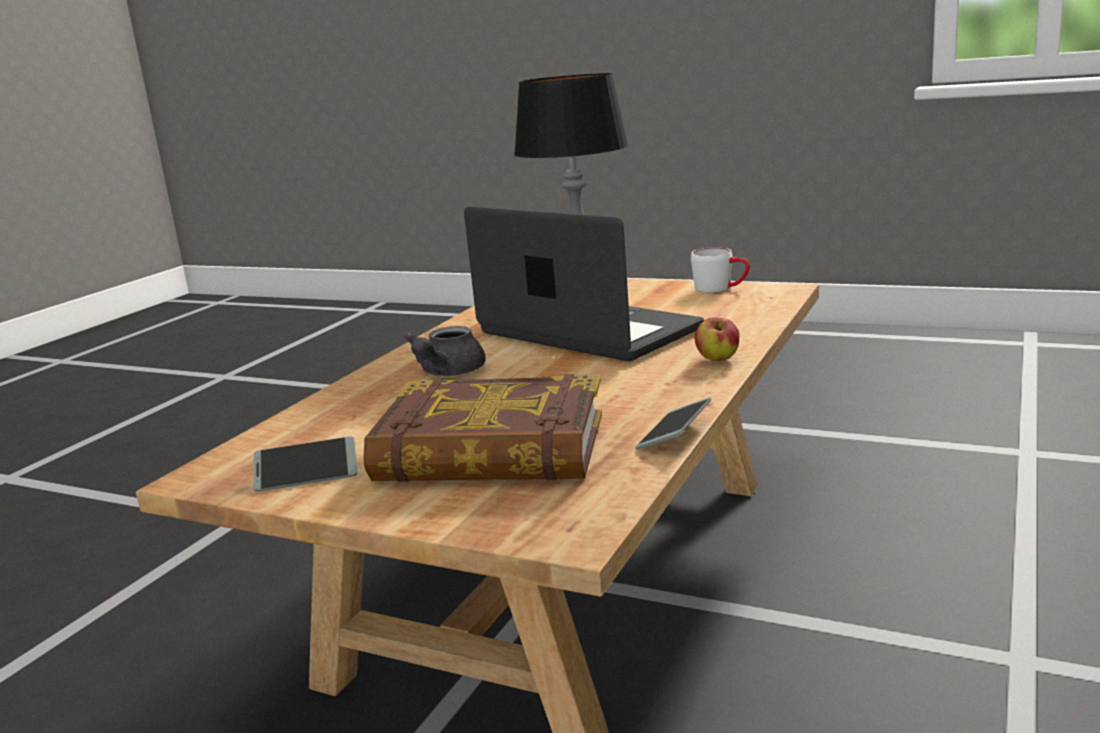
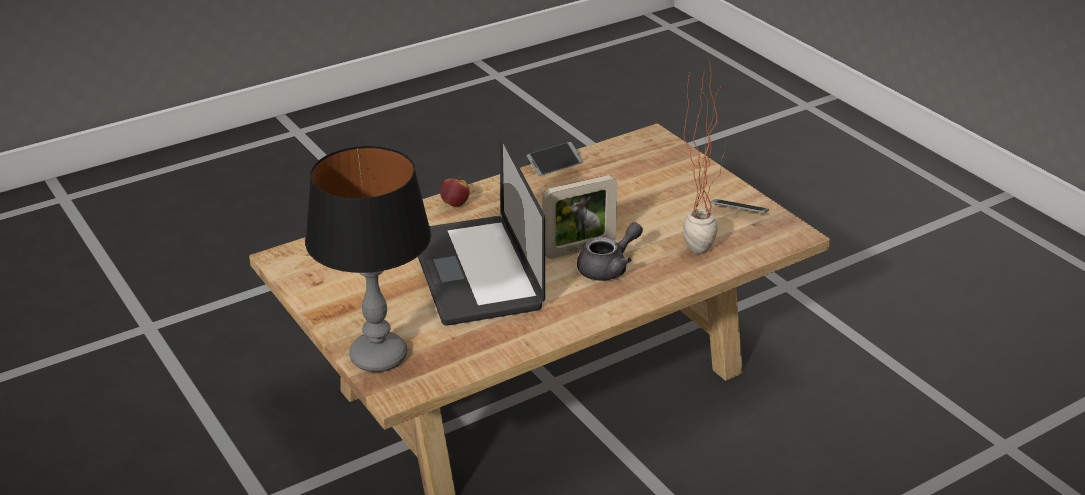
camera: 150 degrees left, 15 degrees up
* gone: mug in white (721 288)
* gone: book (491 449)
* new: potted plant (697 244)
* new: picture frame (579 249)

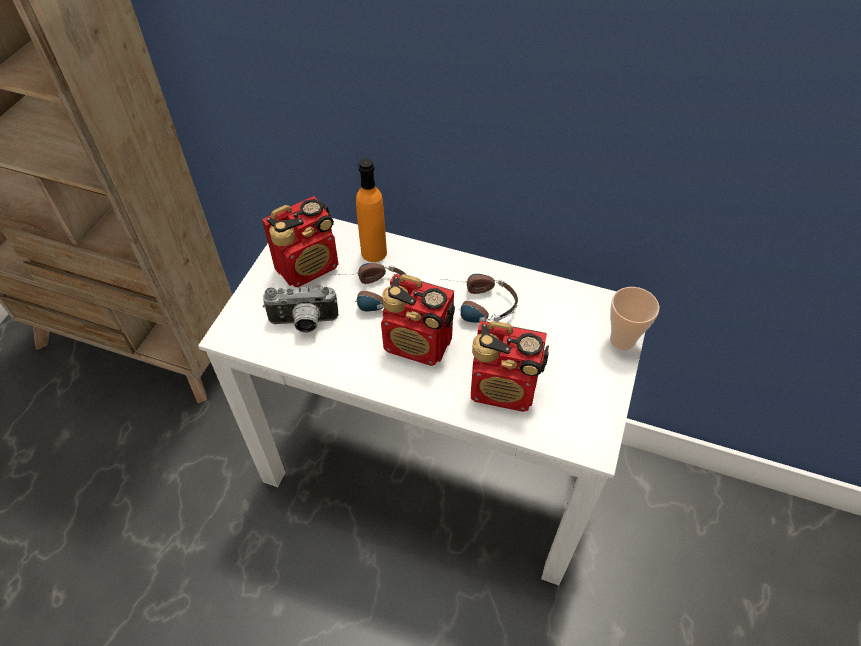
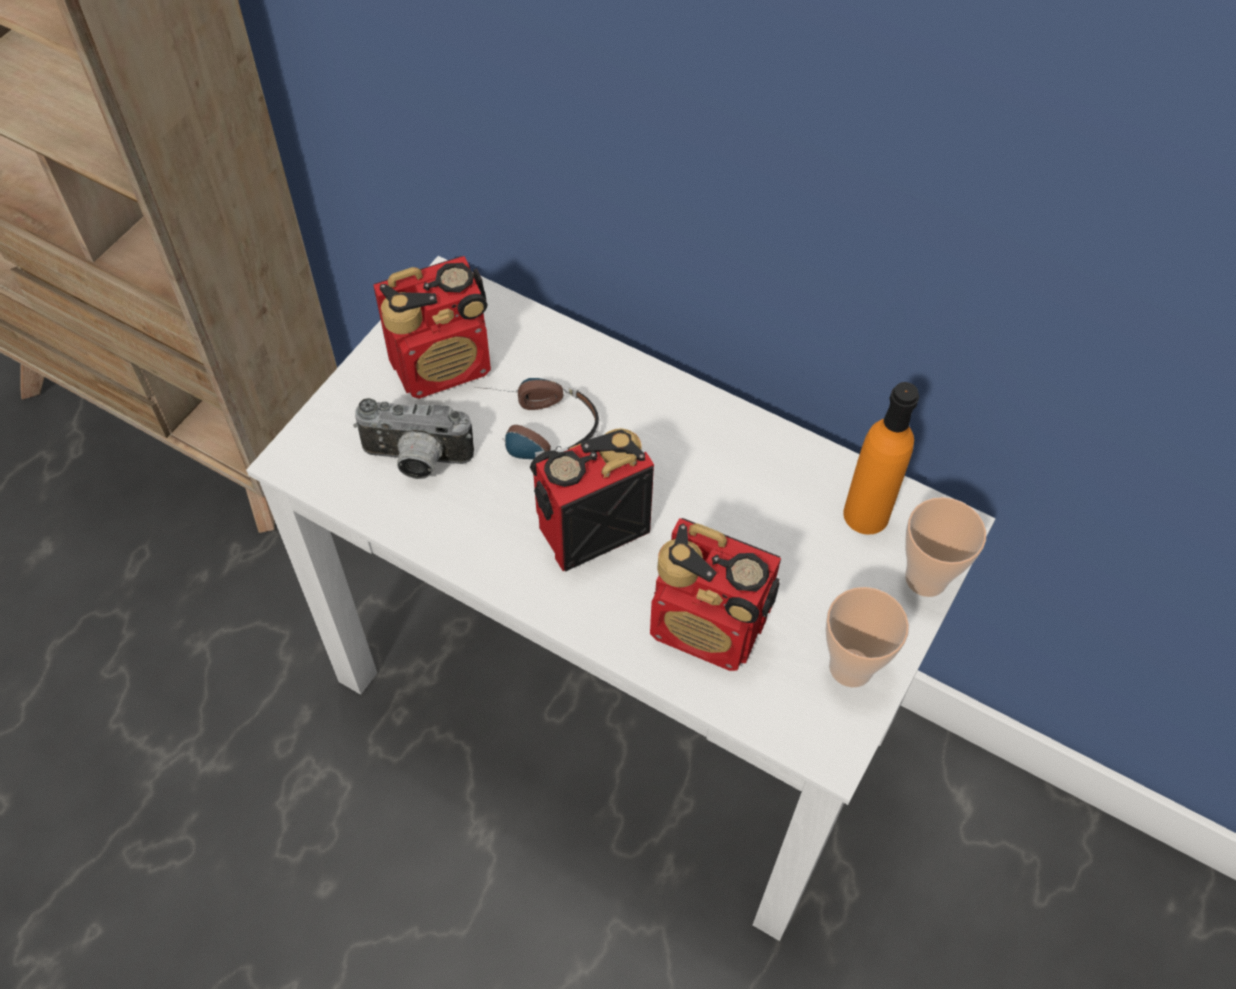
camera: 10 degrees right, 5 degrees up
* shifted: bottle in orange (374 252) to (866 514)
* rotated: radio (418 344) = (590 528) 120 degrees clockwise
* gone: headphones (476 305)
* new: cup (851 667)

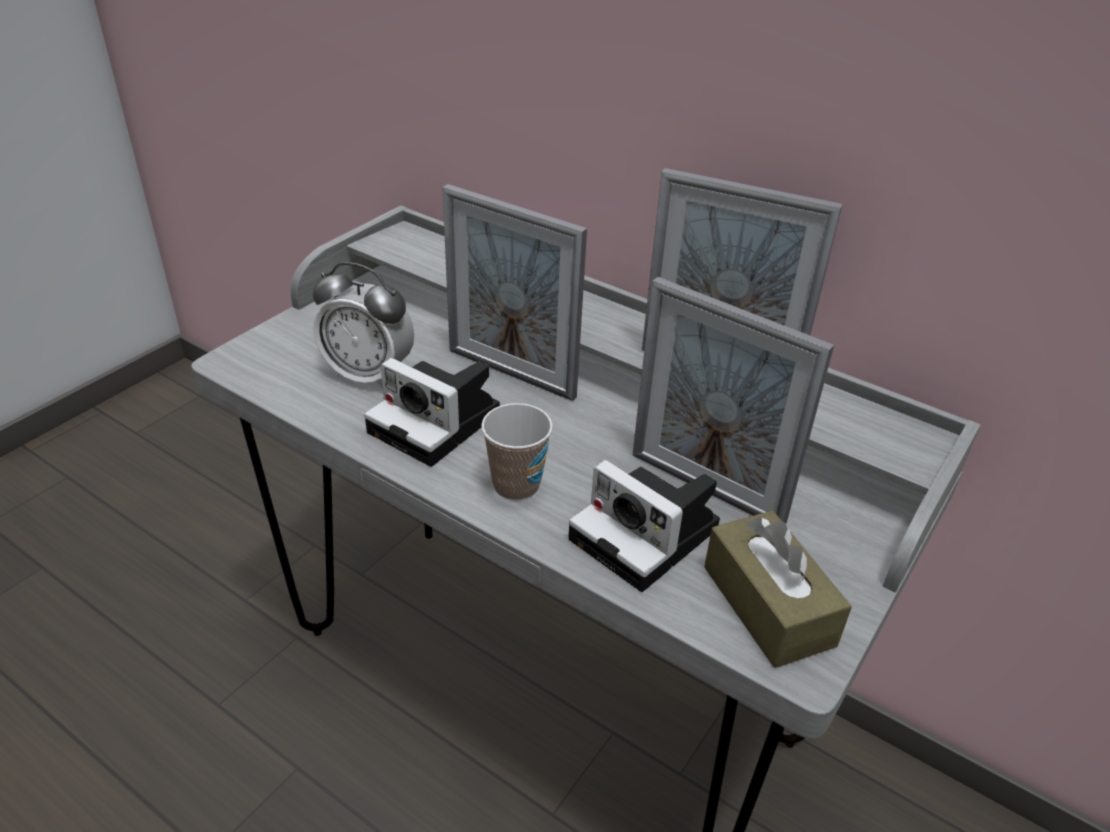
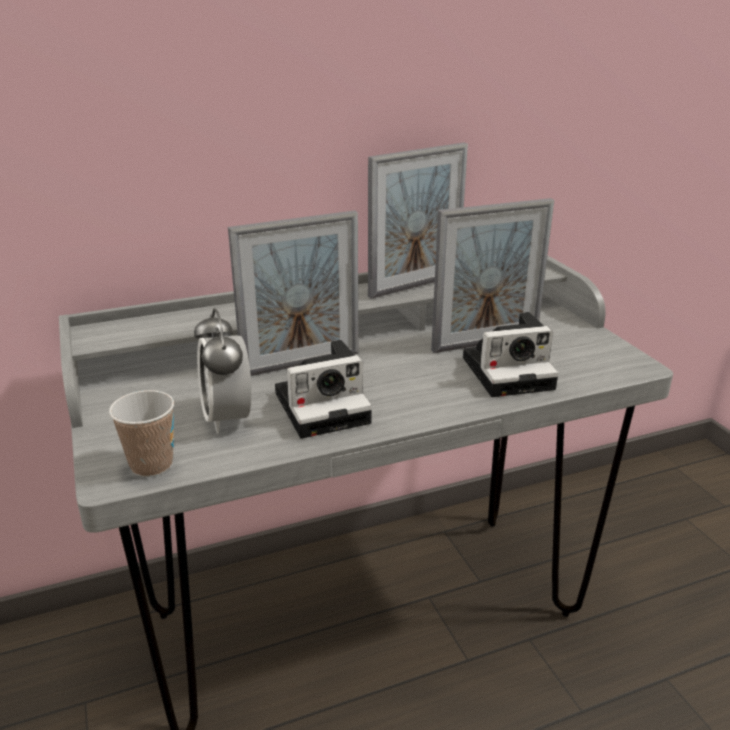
camera: 55 degrees left, 10 degrees down
* rotated: alarm clock (368 375) = (227 418) 105 degrees clockwise
* shifted: cup (516 485) to (152 465)
* gone: tissue box in brown (768 605)

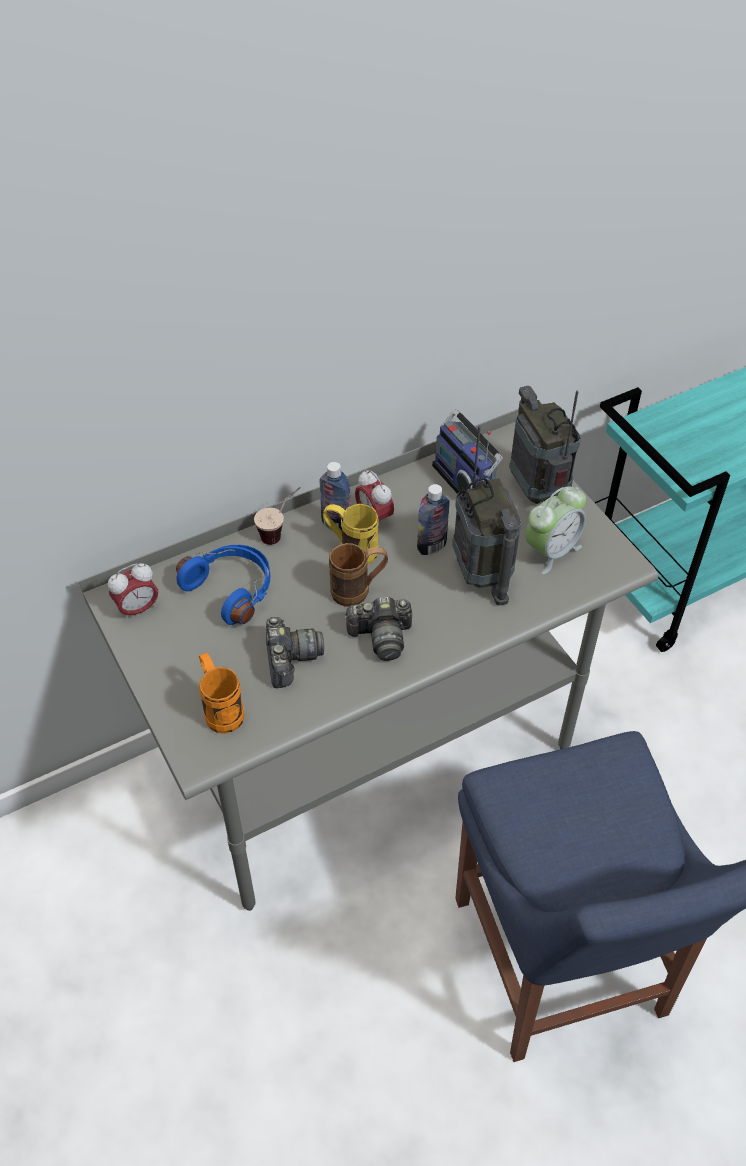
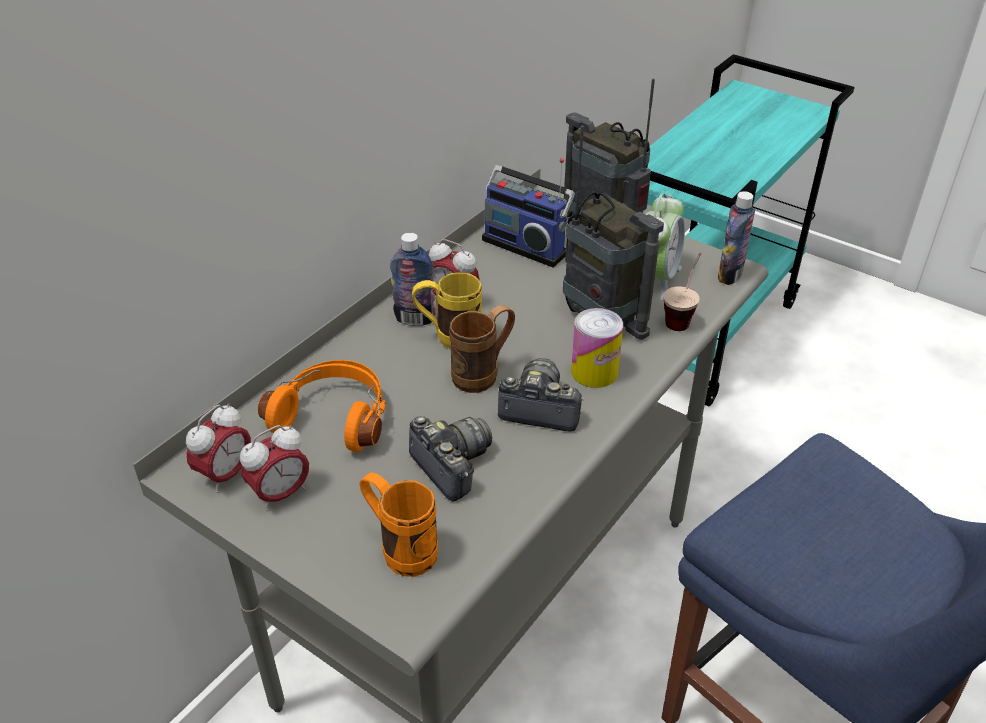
camera: 25 degrees left, 10 degrees down
* shifted: bottle (431 546) to (730 275)
* shifted: cup (280 532) to (682 316)
* repainted: headphones in blue (232 589) to headphones in orange (334 417)
* rotated: photo camera (381 637) = (539 409) 135 degrees counterclockwise
* new: can (594 372)
* new: alarm clock (280 494)

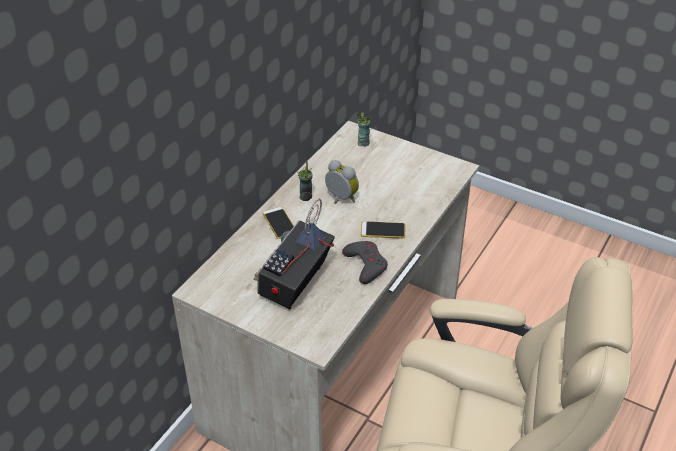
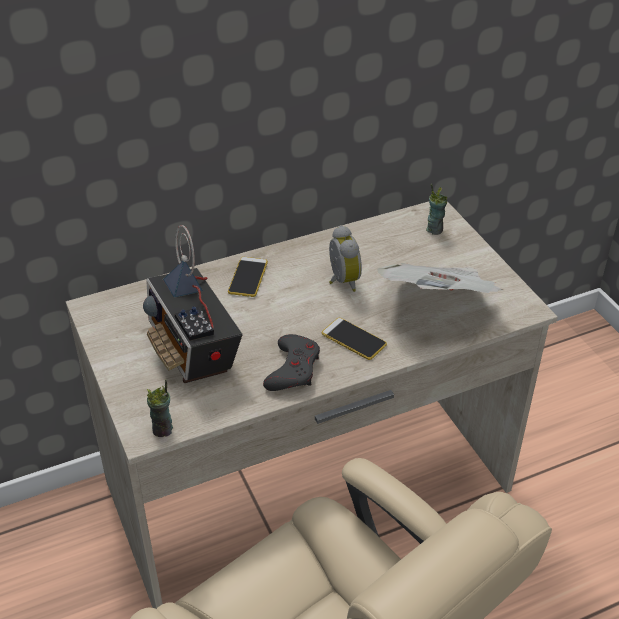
camera: 35 degrees right, 0 degrees up
* shifted: cup (306 197) to (163 430)
* rotated: radio (294 284) = (193 351) 90 degrees counterclockwise
* new: newspaper (439 302)

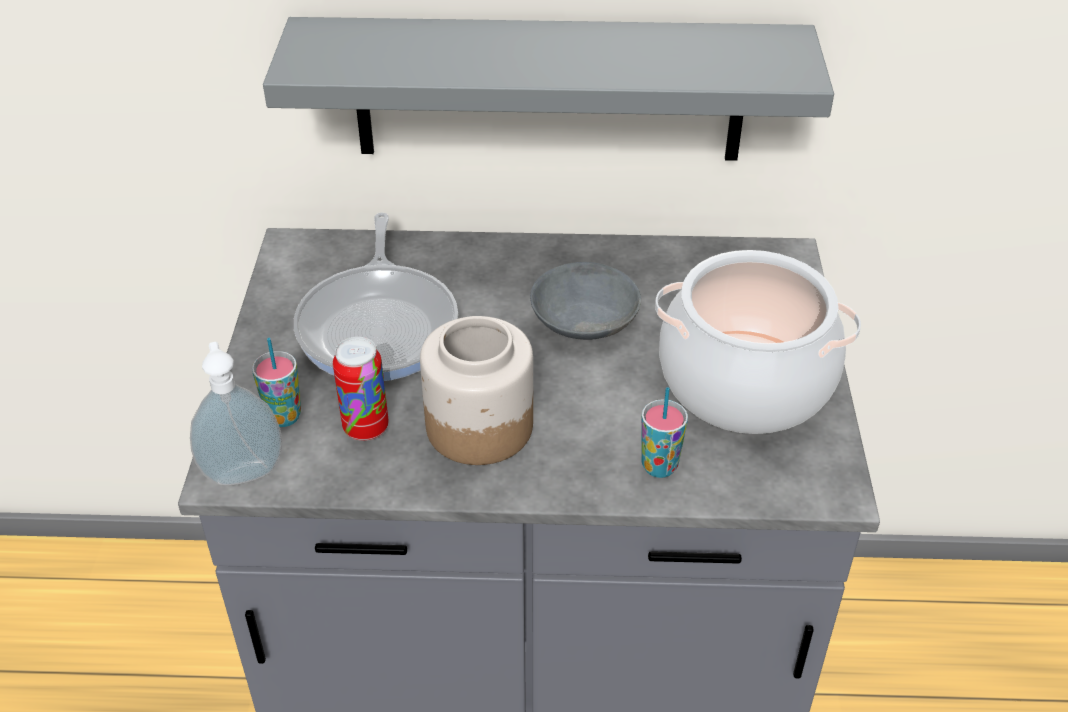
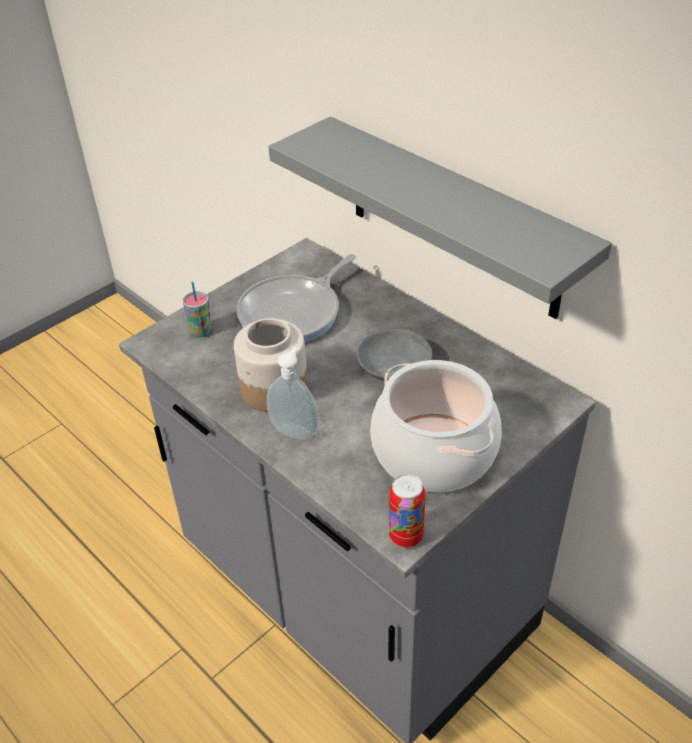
camera: 45 degrees right, 0 degrees up
* shifted: can (366 428) to (406 536)
* shifted: soap dispenser (243 471) to (295 430)
* gone: cup (659 466)

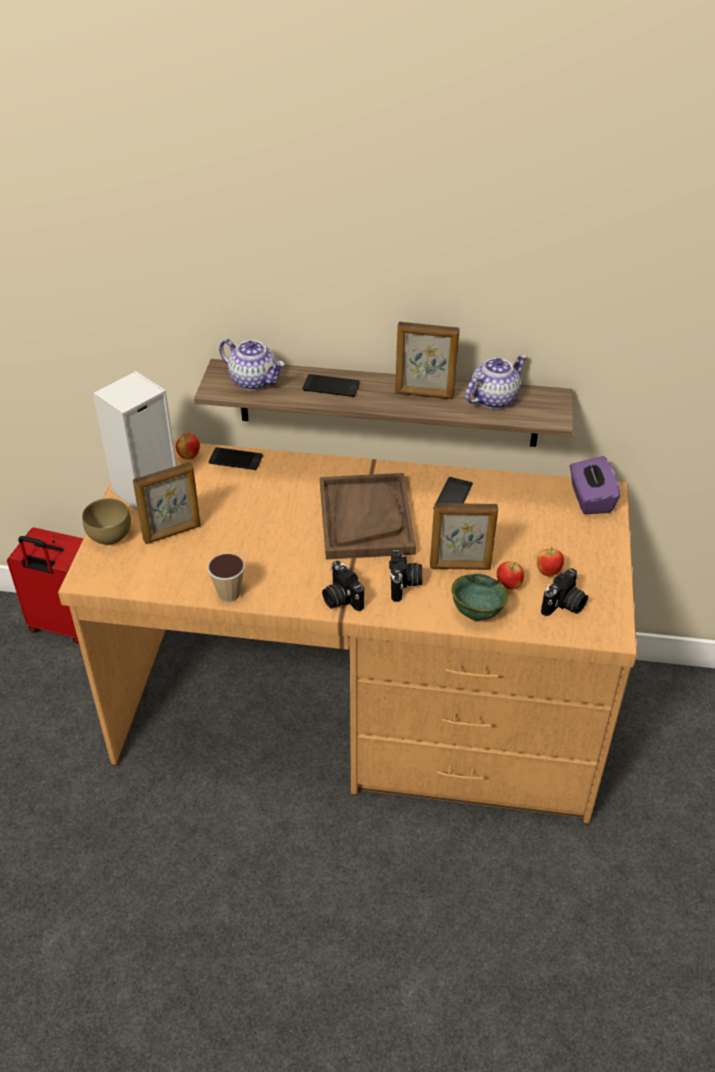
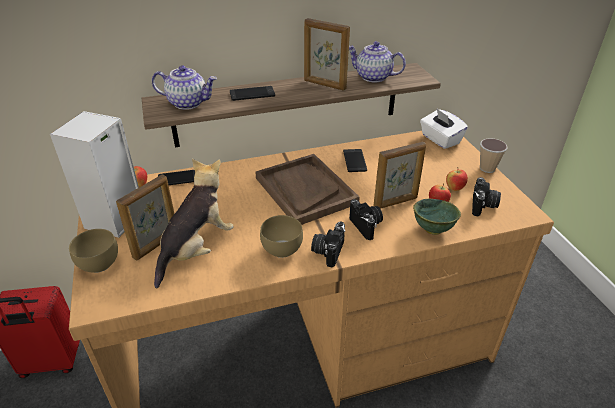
camera: 25 degrees left, 5 degrees down
* rotated: picture frame (424 395) = (324 85) 45 degrees clockwise
* rotated: teapot (493 398) = (373 77) 90 degrees counterclockwise
* repainted: tissue box in purple (590 499) to tissue box in white (440 139)
* shifted: cup (229 594) to (487 168)
* rotated: photo camera (340 598) = (328 251) 75 degrees clockwise
* new: plush toy (196 249)
* new: bowl in brown (282 251)

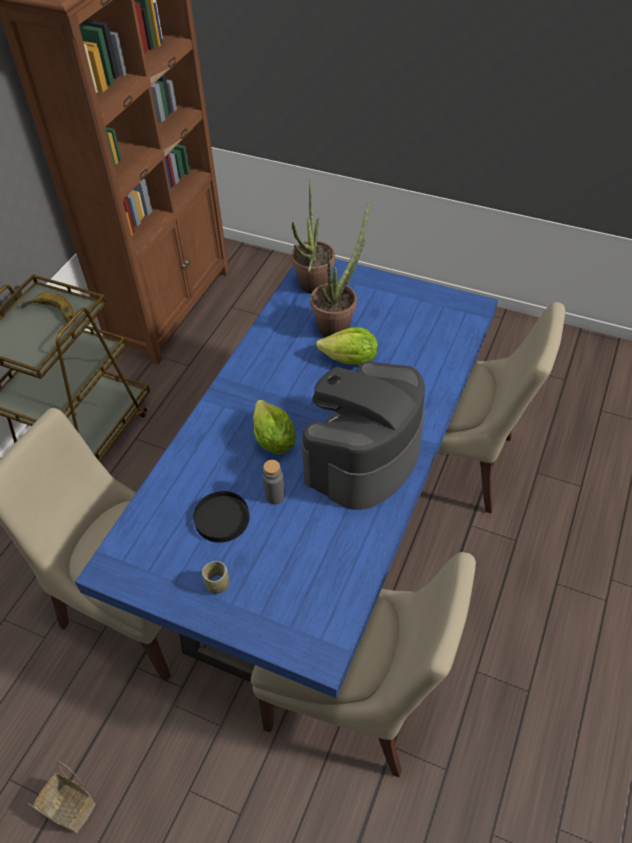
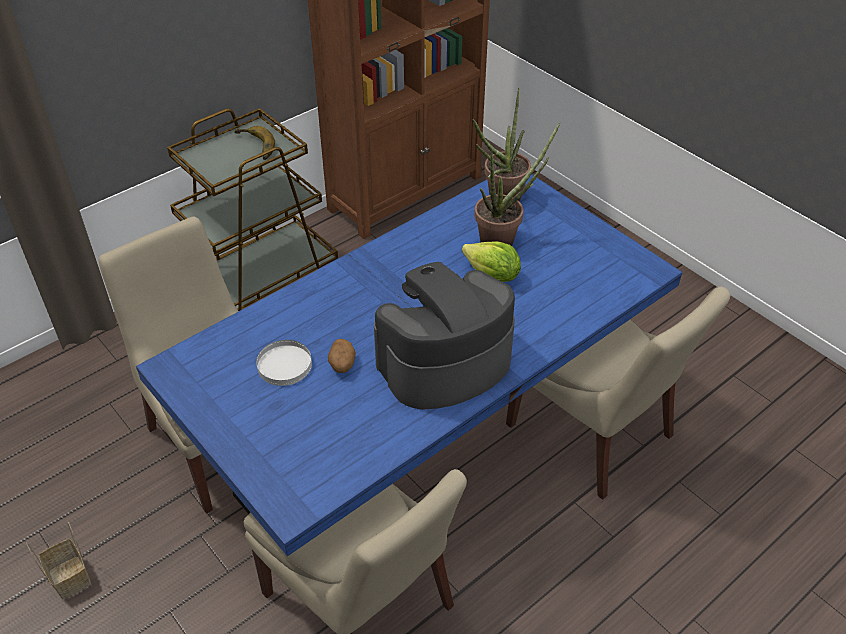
camera: 25 degrees right, 5 degrees down
* gone: lettuce (273 440)
* swapped: bottle in grey (275 496) to potato (342 365)
* repainted: plate in black (221 518) to plate in white (284 364)
* gone: cup (218 585)

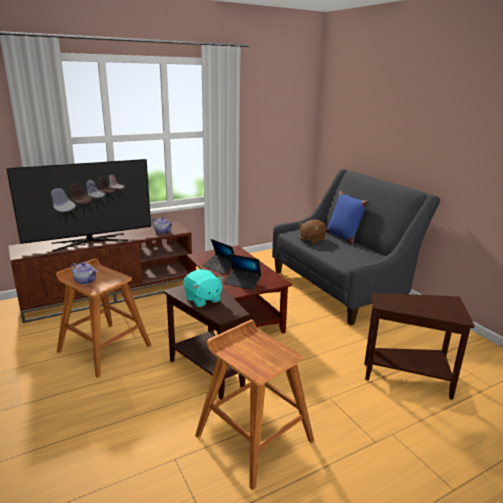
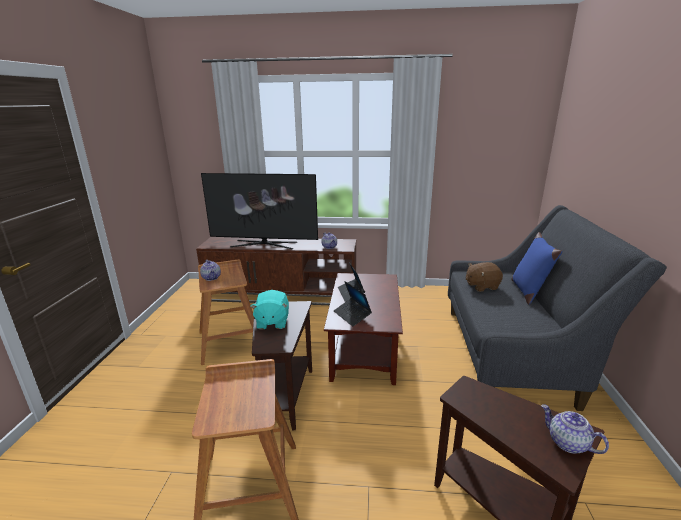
camera: 35 degrees right, 0 degrees up
* new: teapot (567 443)

